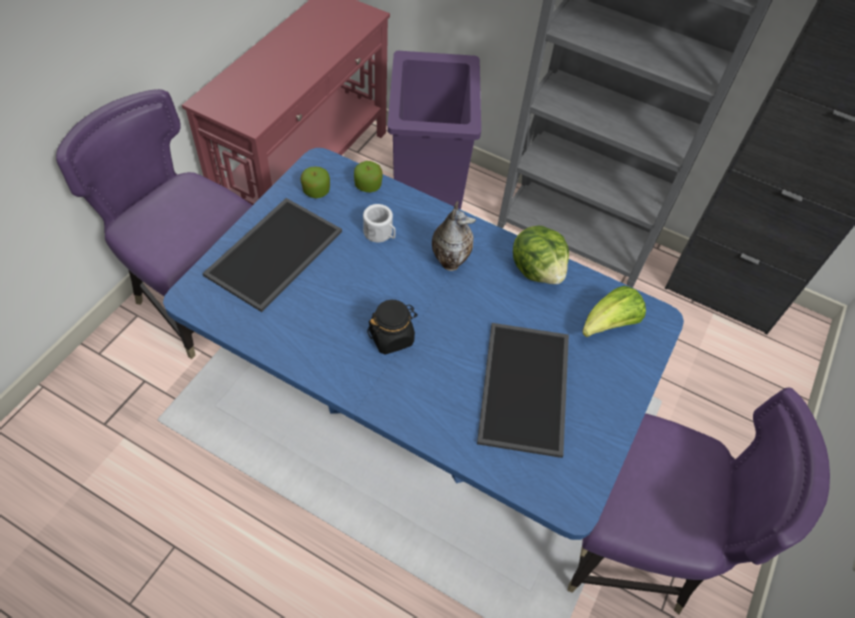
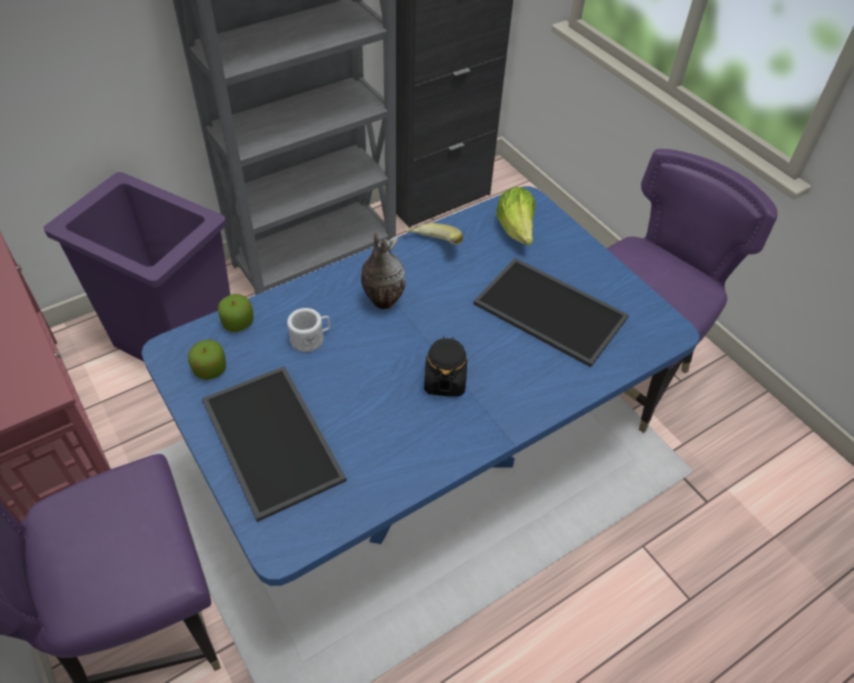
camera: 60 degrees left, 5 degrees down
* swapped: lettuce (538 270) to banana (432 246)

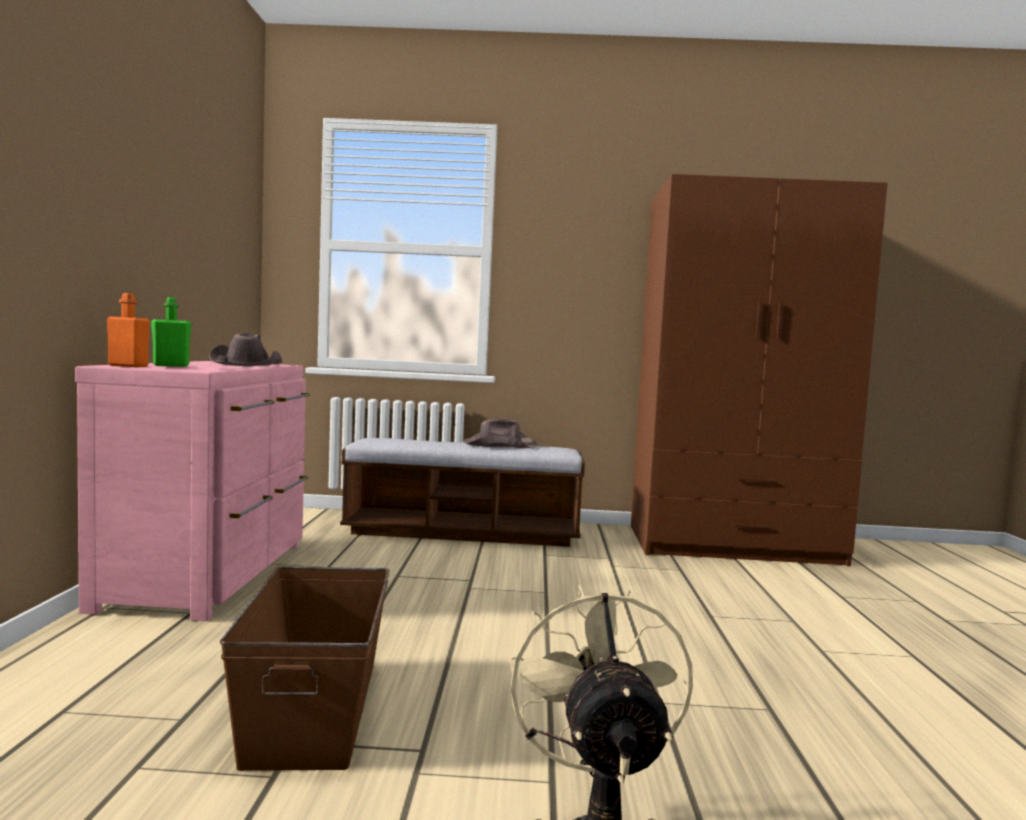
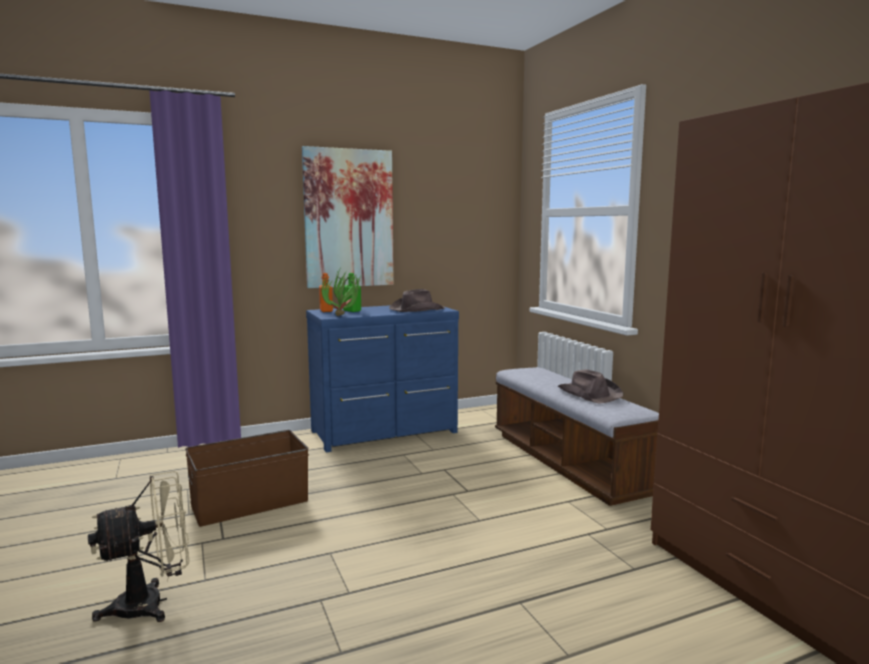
camera: 65 degrees right, 5 degrees up
* repainted: dresser in pink (213 574) to dresser in blue (386 432)
* new: picture (349 218)
* new: potted plant (345 316)

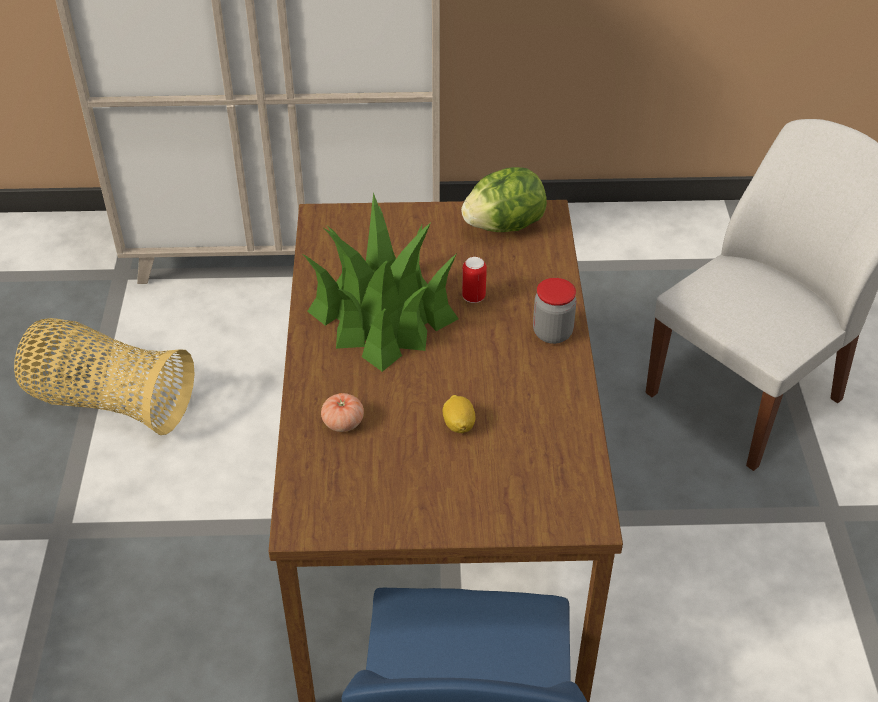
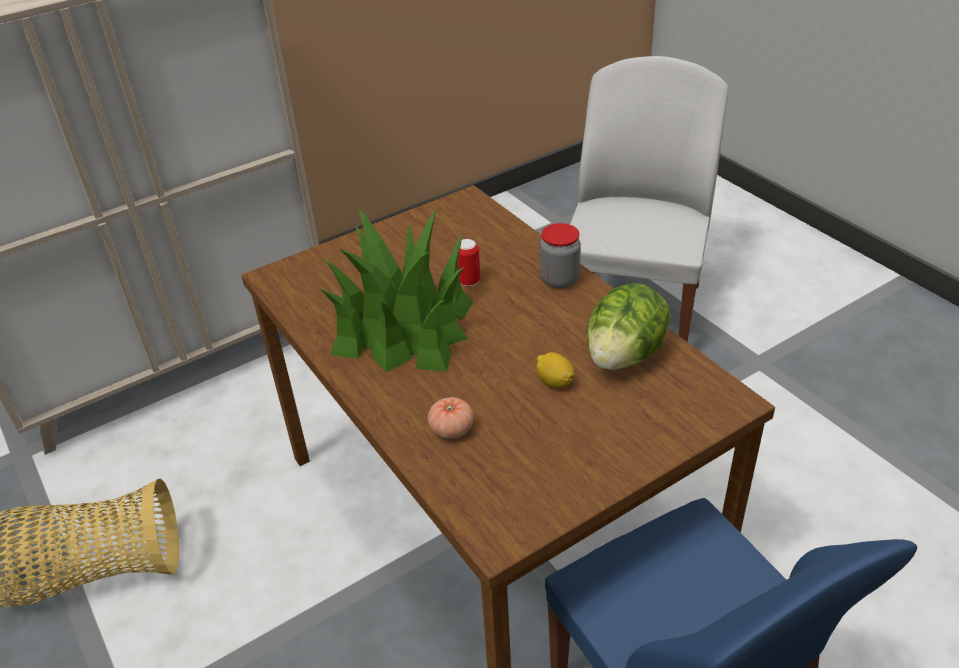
camera: 30 degrees left, 5 degrees down
* shifted: lettuce (504 225) to (624 356)

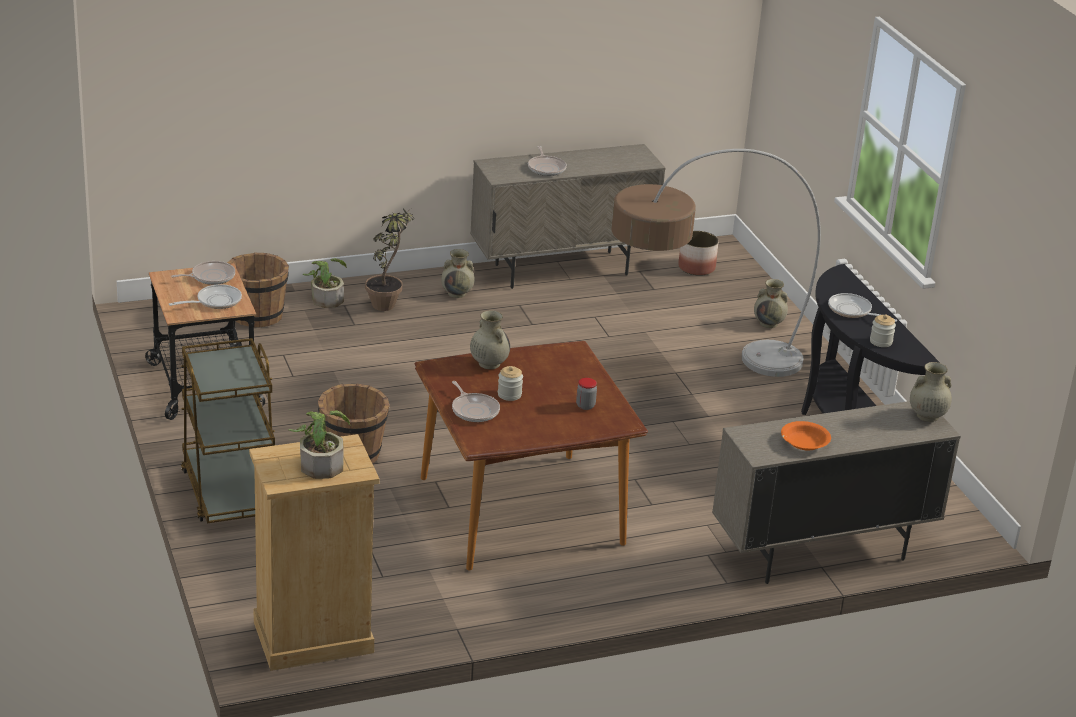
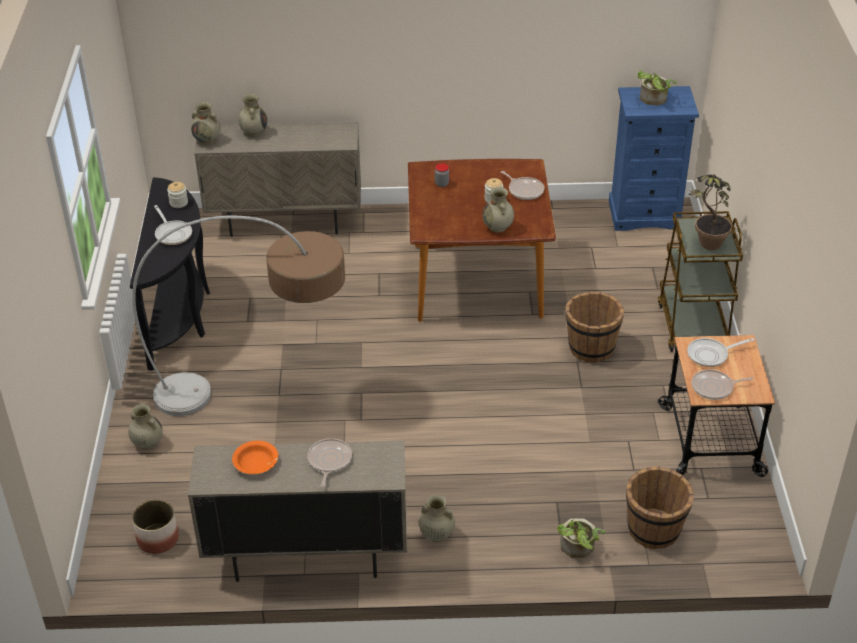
camera: 160 degrees left, 10 degrees up
* shifted: potted plant (388 302) to (705 247)
* rotated: frying pan (474 410) = (524 190) 150 degrees clockwise
* shifted: bowl in orange (804 442) to (256 463)
* repainted: dresser in beige (312 638) to dresser in blue (645 215)
* new: vase in beige (254 132)

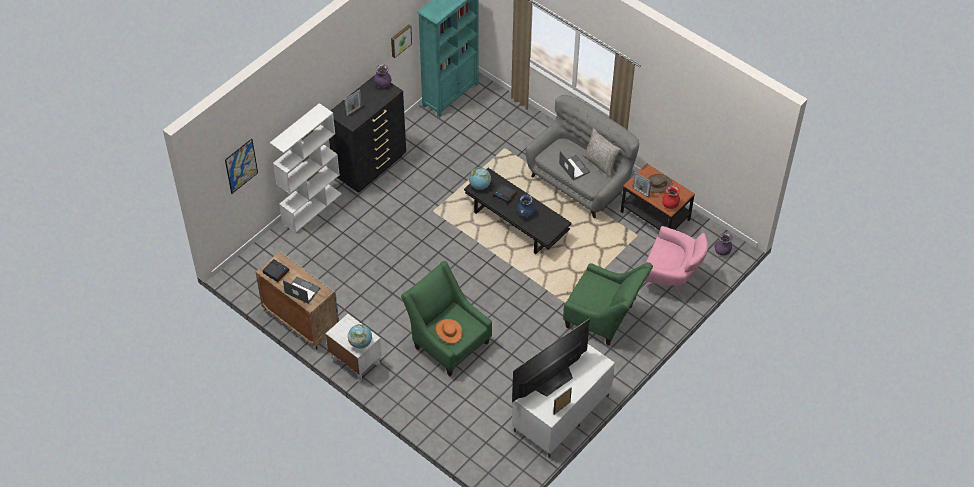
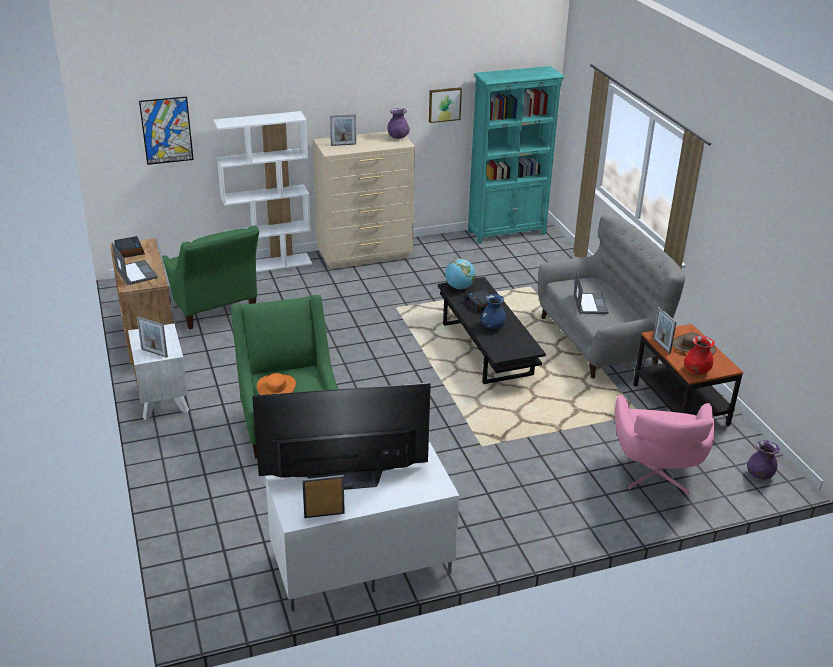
camera: 30 degrees right, 20 degrees down
* repainted: dresser in black (371 167) to dresser in beige (365 255)
* gone: pillow in grey (600 163)
* rotated: armchair in pink (671 279) = (656 476) 45 degrees clockwise
* shifted: armchair in green (604 319) to (213 309)
* swapped: globe (360 343) to picture frame (154 353)

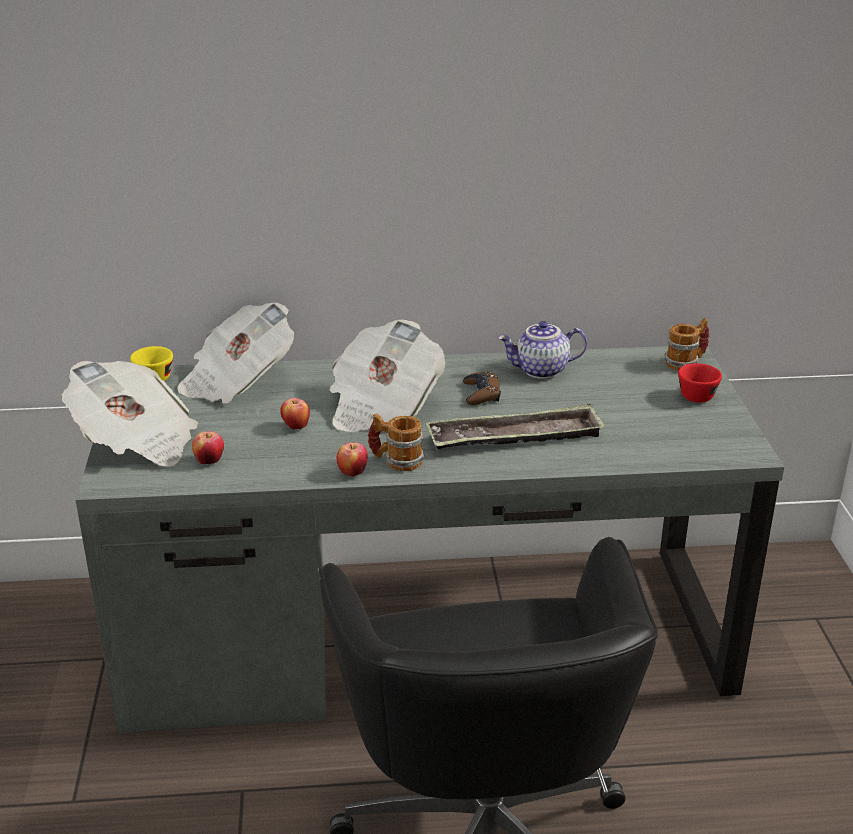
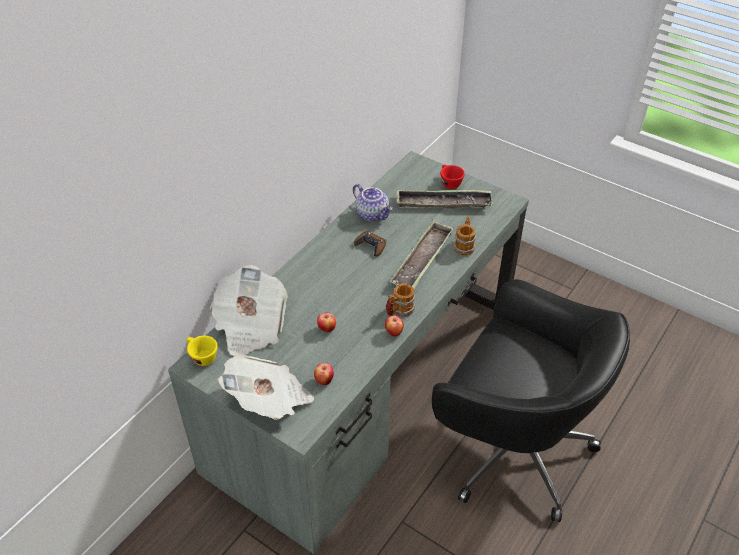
camera: 50 degrees left, 15 degrees up
* shifted: mug (686 362) to (464 245)
* gone: newspaper (382 406)
* rotated: teapot (541 371) = (373 214) 75 degrees counterclockwise
* new: tray (443 203)

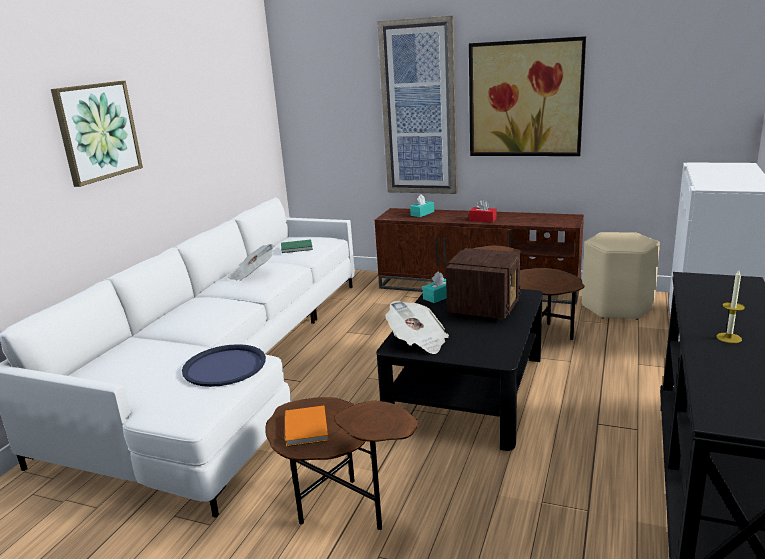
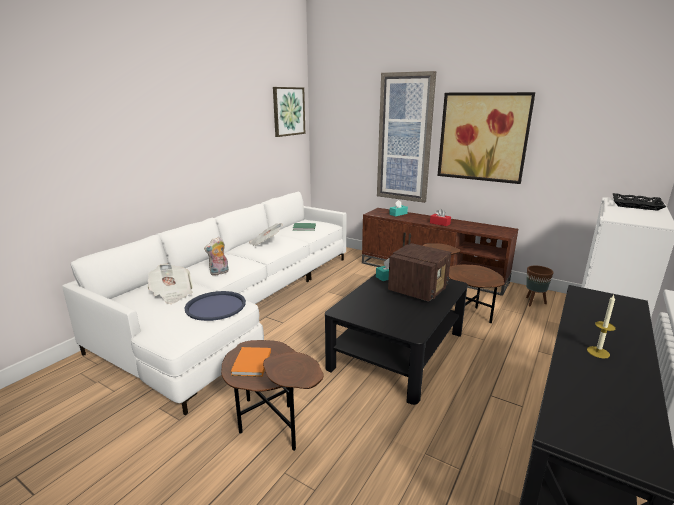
camera: 10 degrees right, 0 degrees up
* shifted: picture (97 131) to (288 111)
* swapped: stool in beige (617 307) to planter in brown (534 302)
* shifted: newspaper (418 342) to (172 294)
* new: tray in black (636 205)
* new: plush toy (219 273)

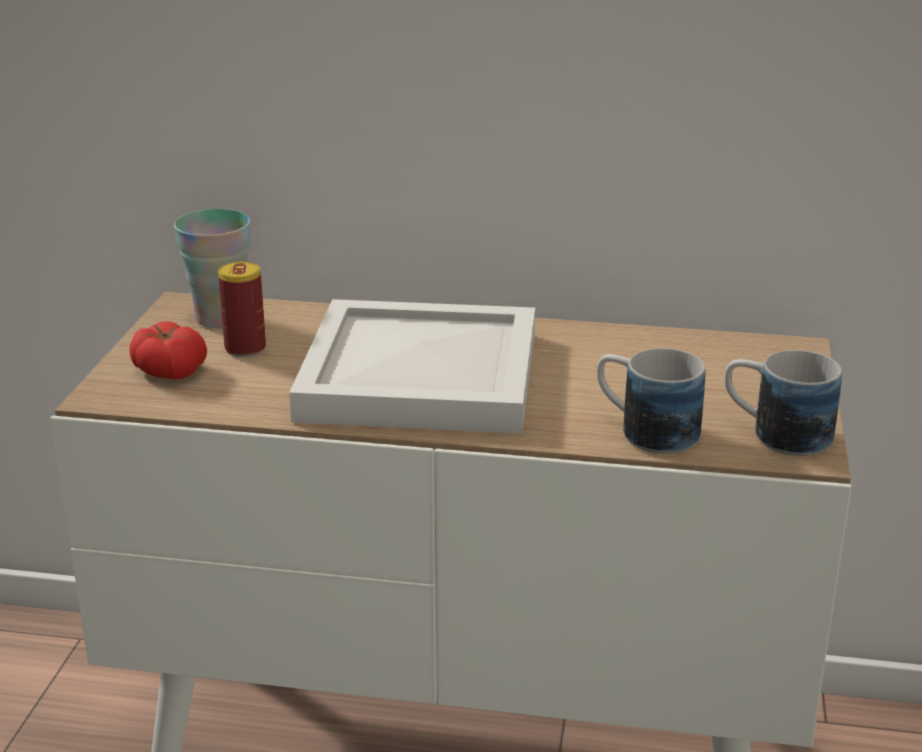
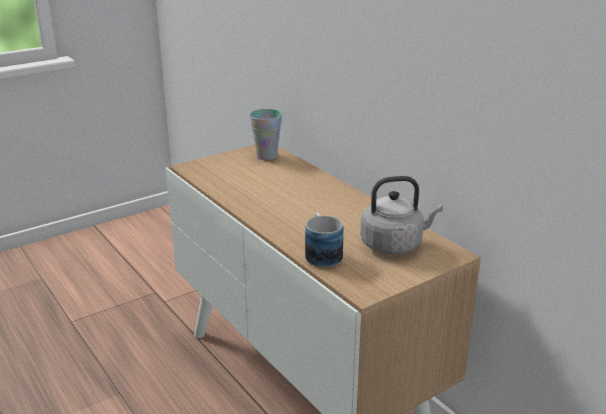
camera: 45 degrees right, 0 degrees up
* gone: can (245 348)
* gone: tray in white (417 374)
* gone: tomato (169 370)
* gone: mug (775 434)
* new: kettle in grey (394 245)

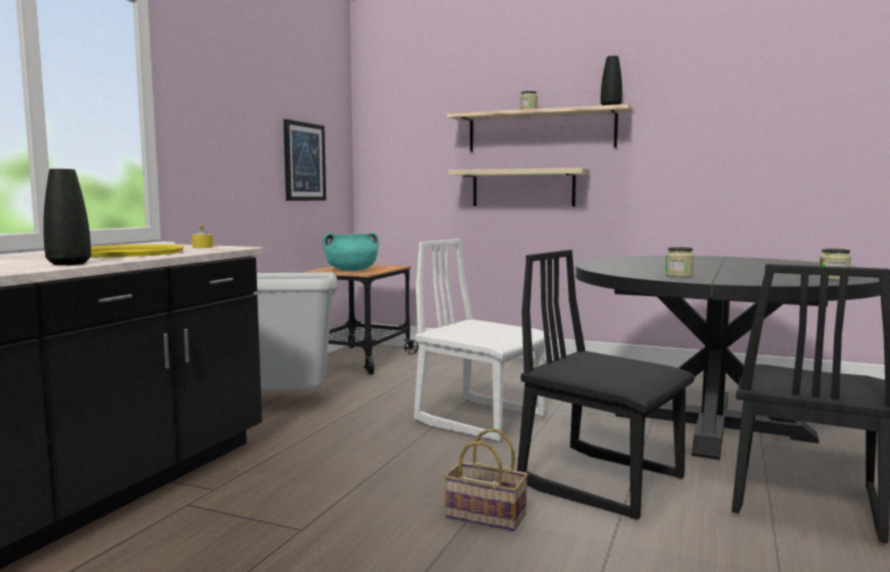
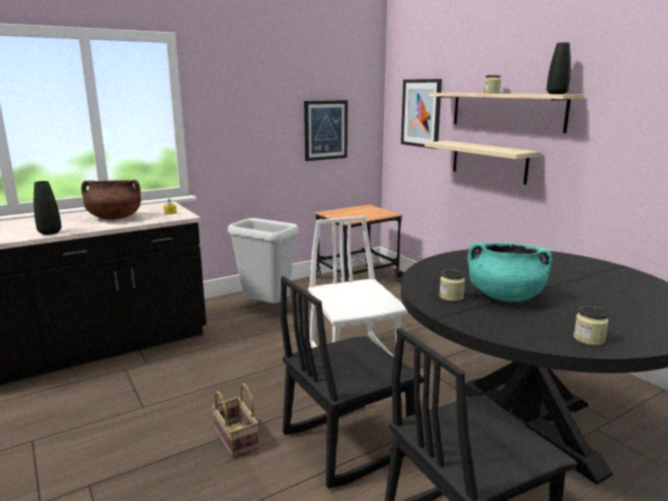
camera: 35 degrees right, 10 degrees up
* shifted: cooking pot in turquoise (351 270) to (505 297)
* swapped: tray in yellow (128 253) to cooking pot in brown (114 218)
* rotated: chair in black (601 480) = (346 443) 105 degrees counterclockwise
* new: picture (421 113)

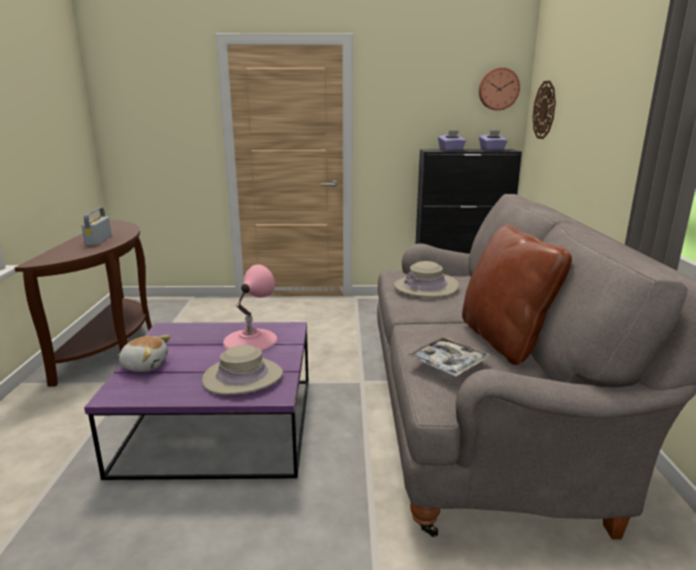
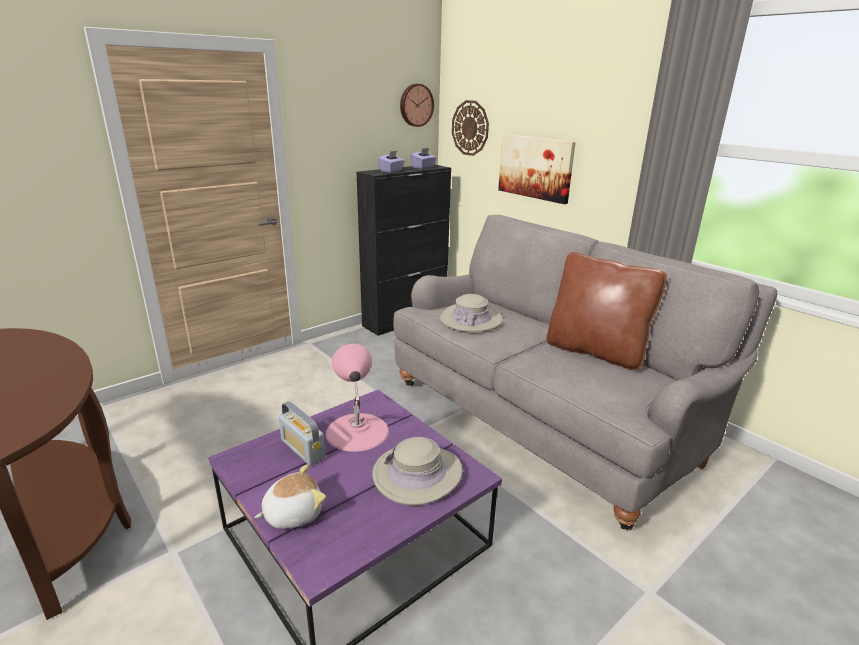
camera: 40 degrees left, 5 degrees up
* shifted: radio (98 240) to (302 449)
* gone: tray (448 363)
* new: picture (535 167)

